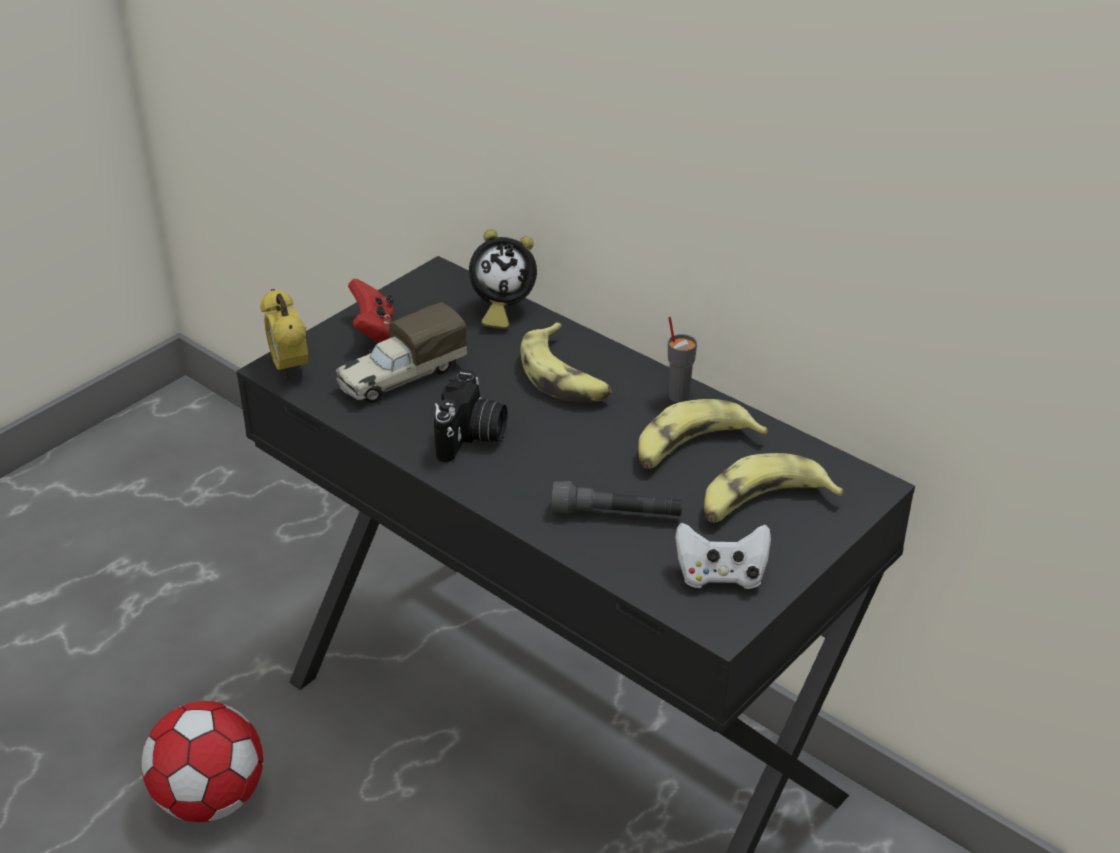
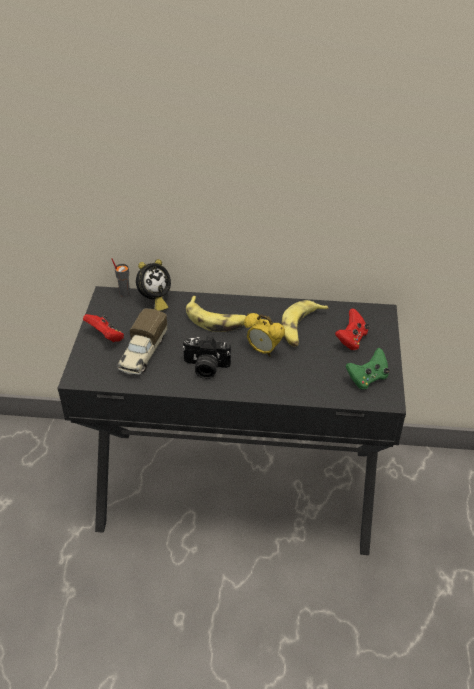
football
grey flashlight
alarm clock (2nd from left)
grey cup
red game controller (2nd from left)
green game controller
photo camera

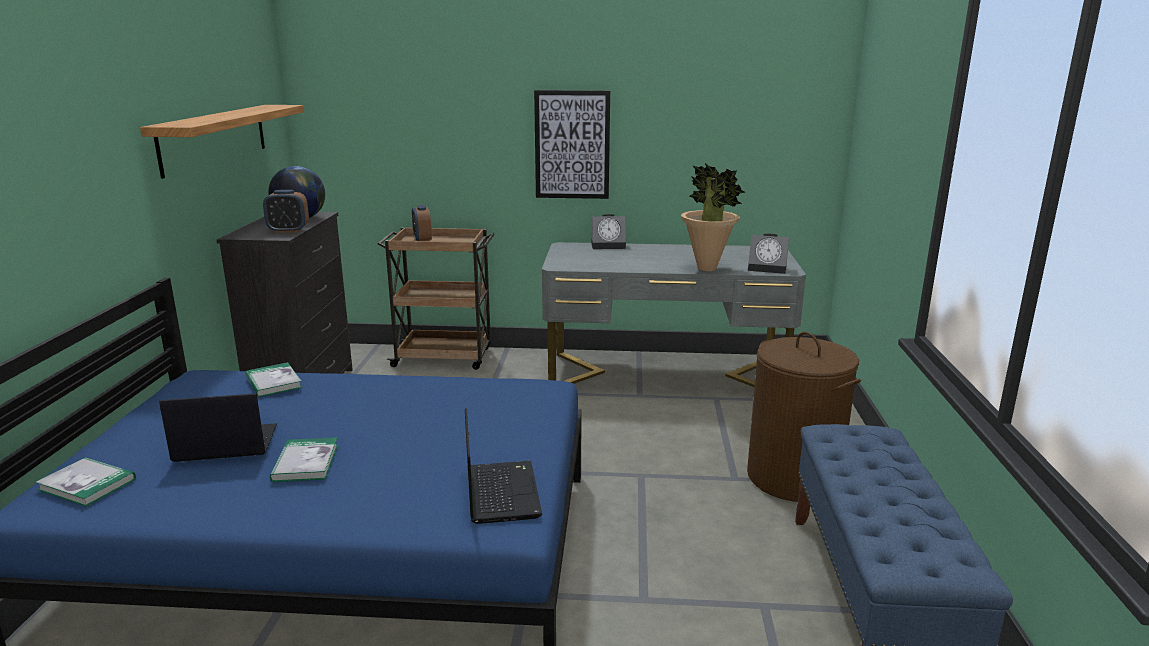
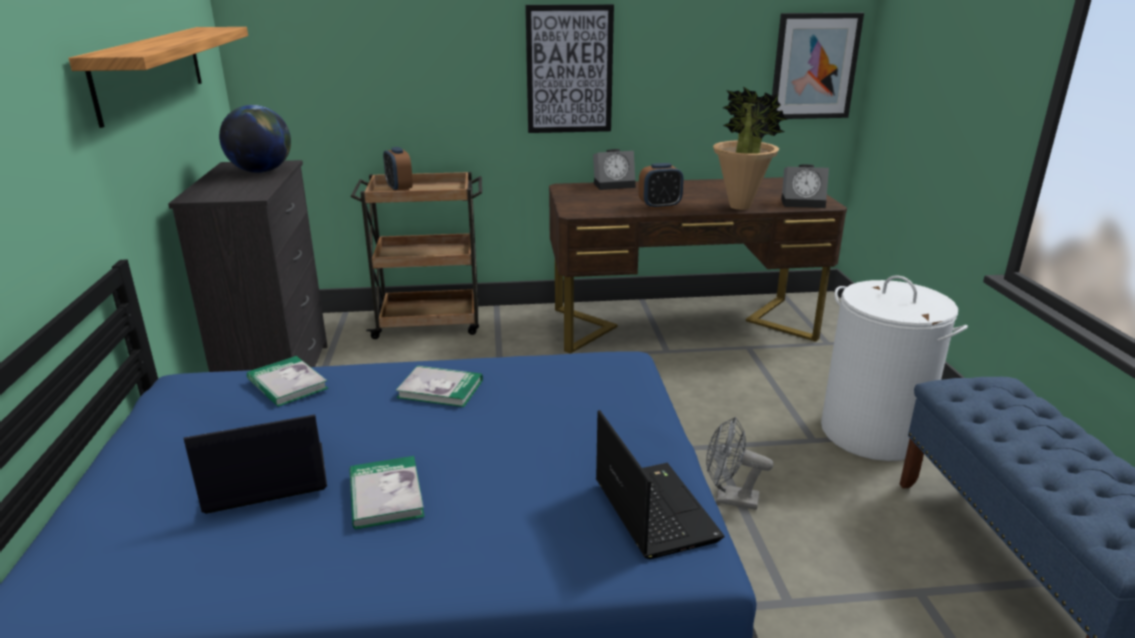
grey fan
picture (2nd from left)
book (3rd from left)
alarm clock (3rd from left)
brown desk
white laundry basket

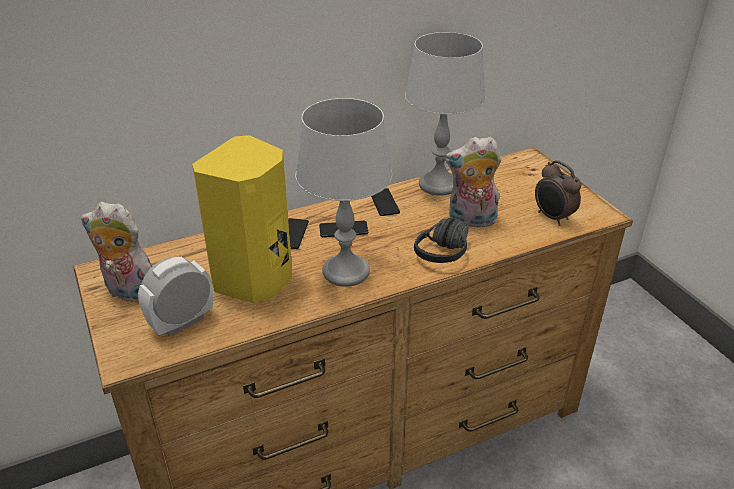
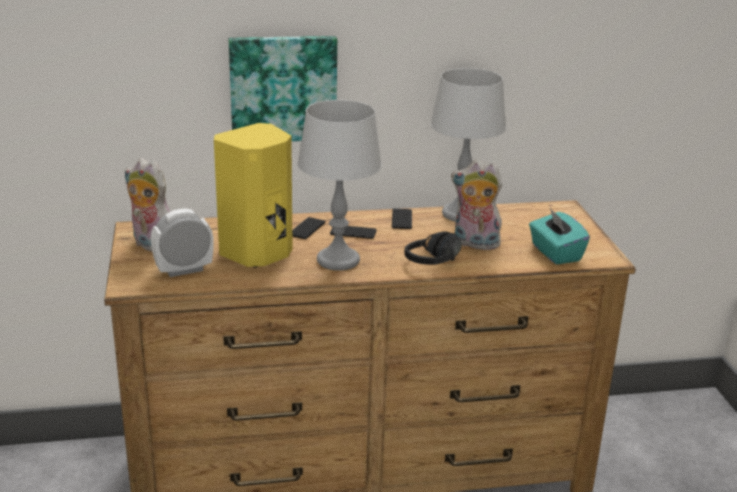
picture
turquoise tissue box

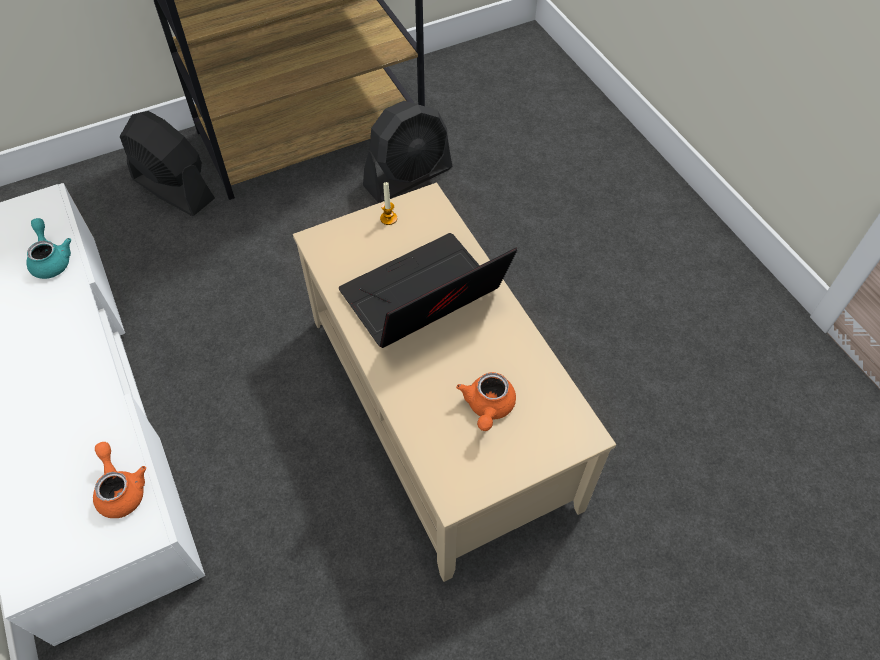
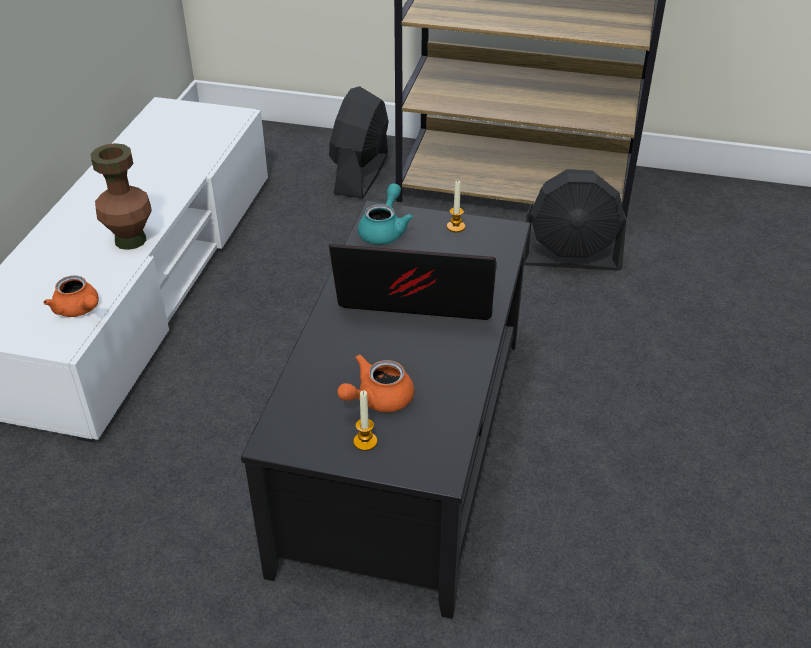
brown vase
candle (1st from left)
turquoise teapot
black coffee table
orange teapot (1st from left)
black fan (1st from left)

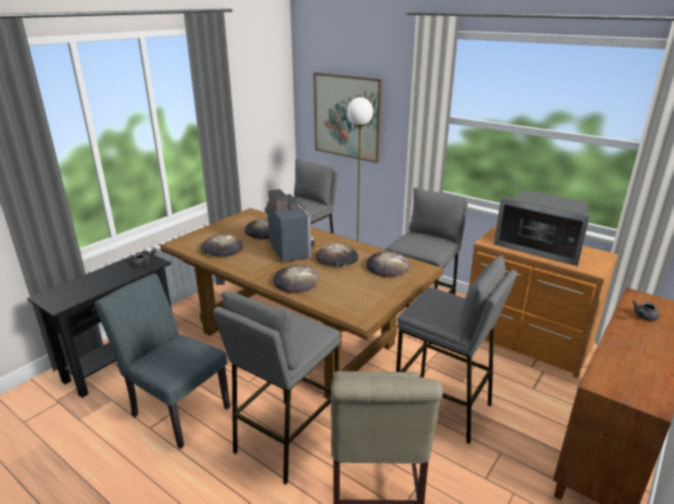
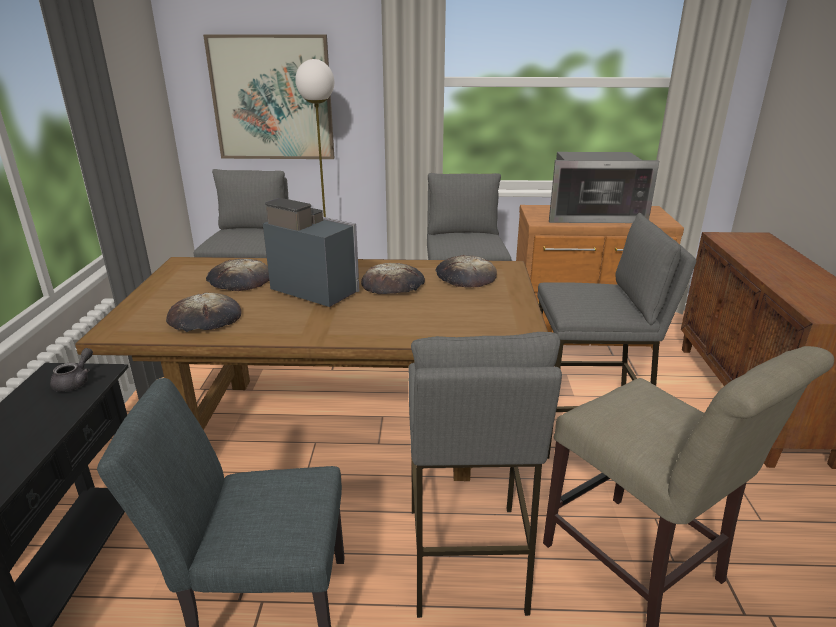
bread (3rd from left in the first image)
grey teapot (2nd from left in the first image)

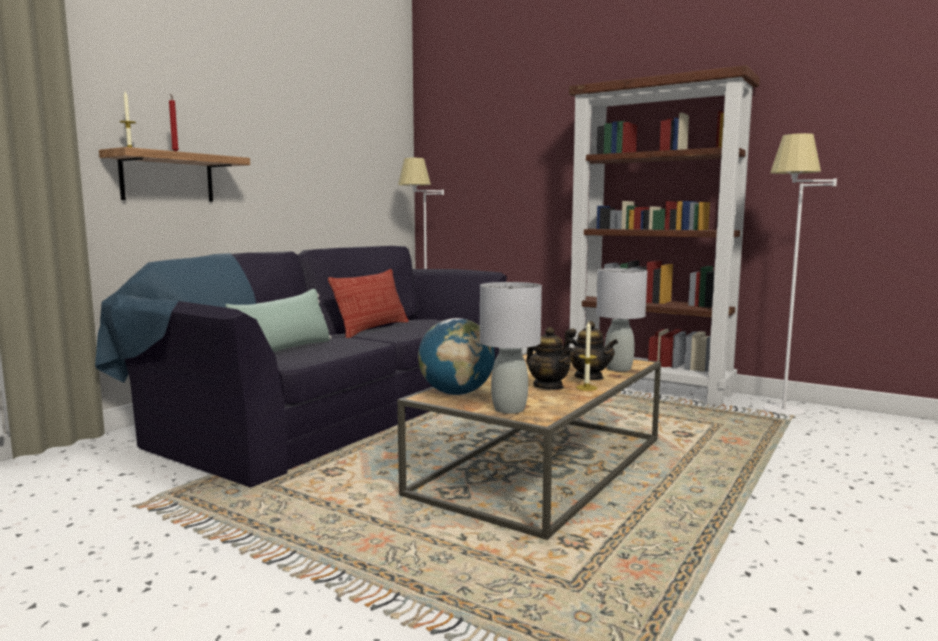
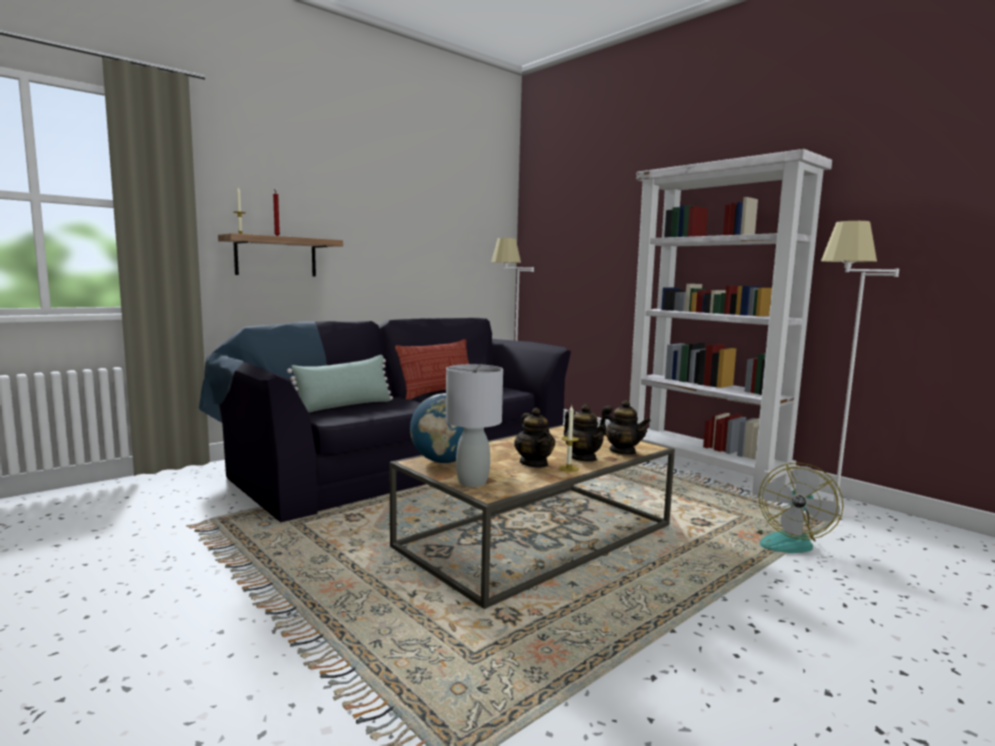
fan
teapot (3rd from left)
white bookcase

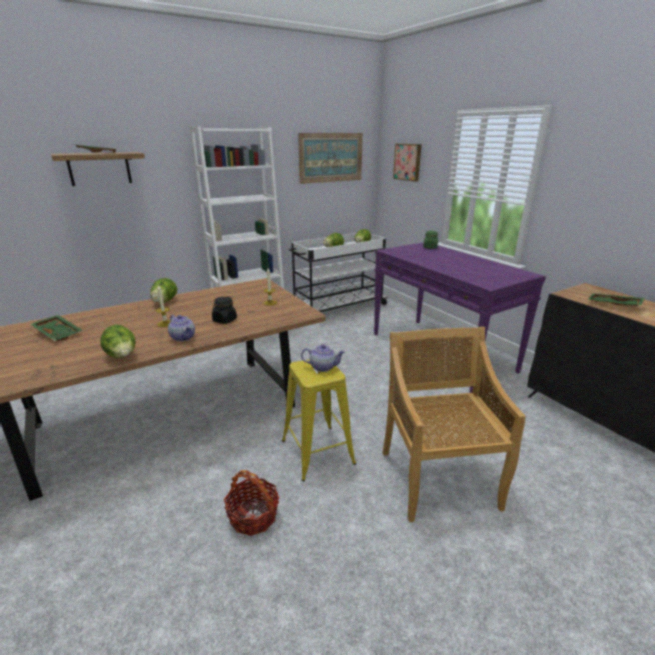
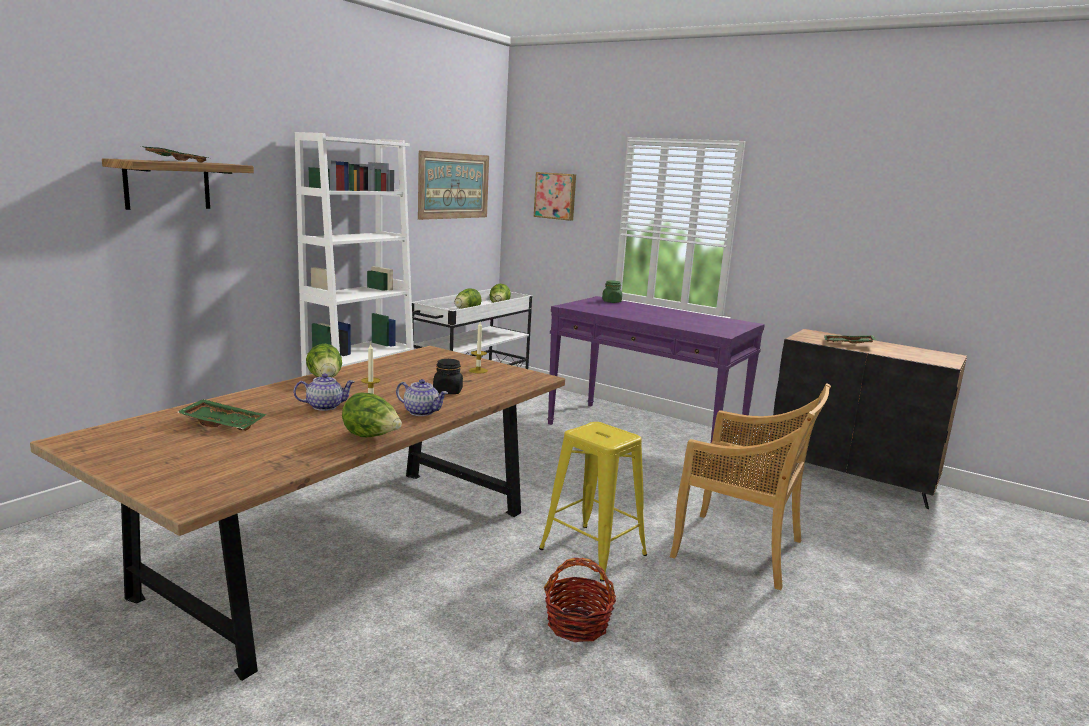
teapot (1st from left)
beige chair

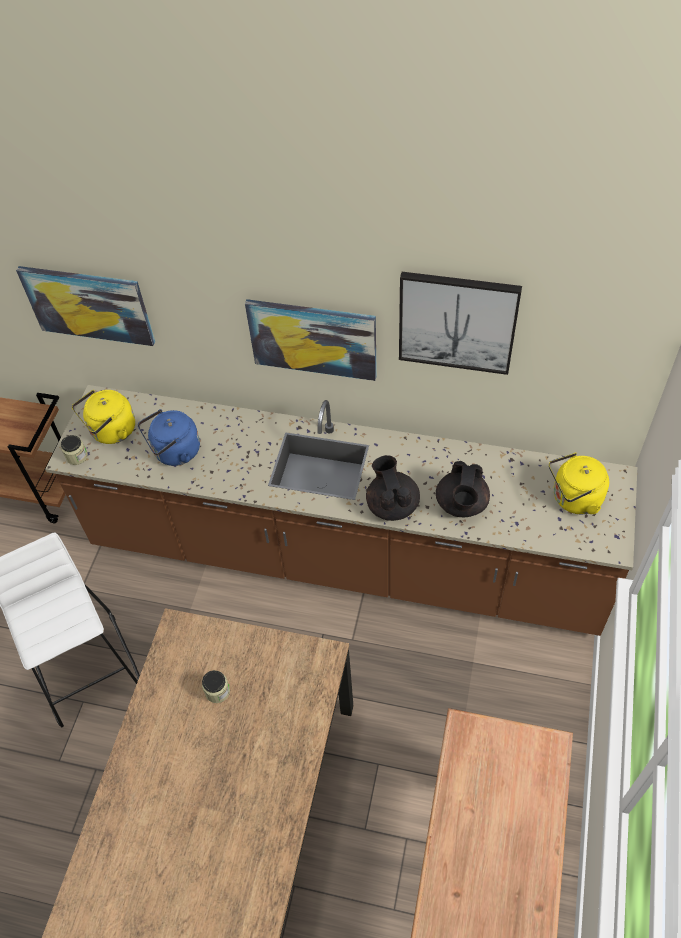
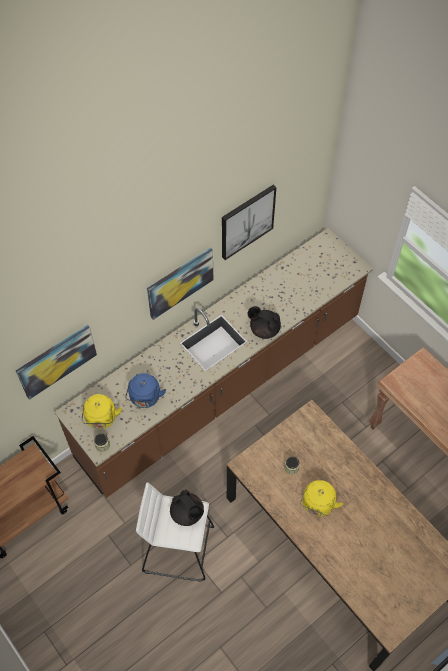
black teapot (1st from left)
yellow kettle (2nd from left)

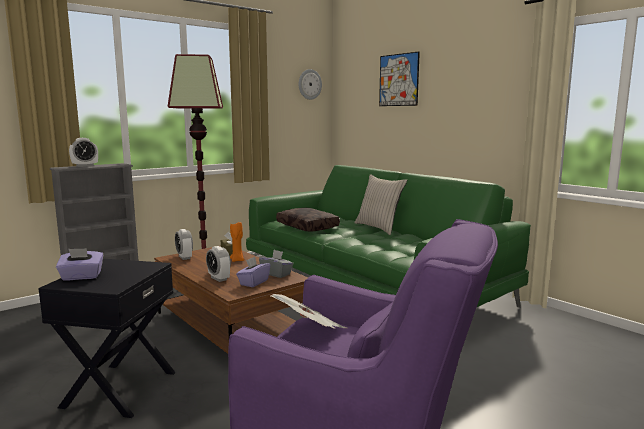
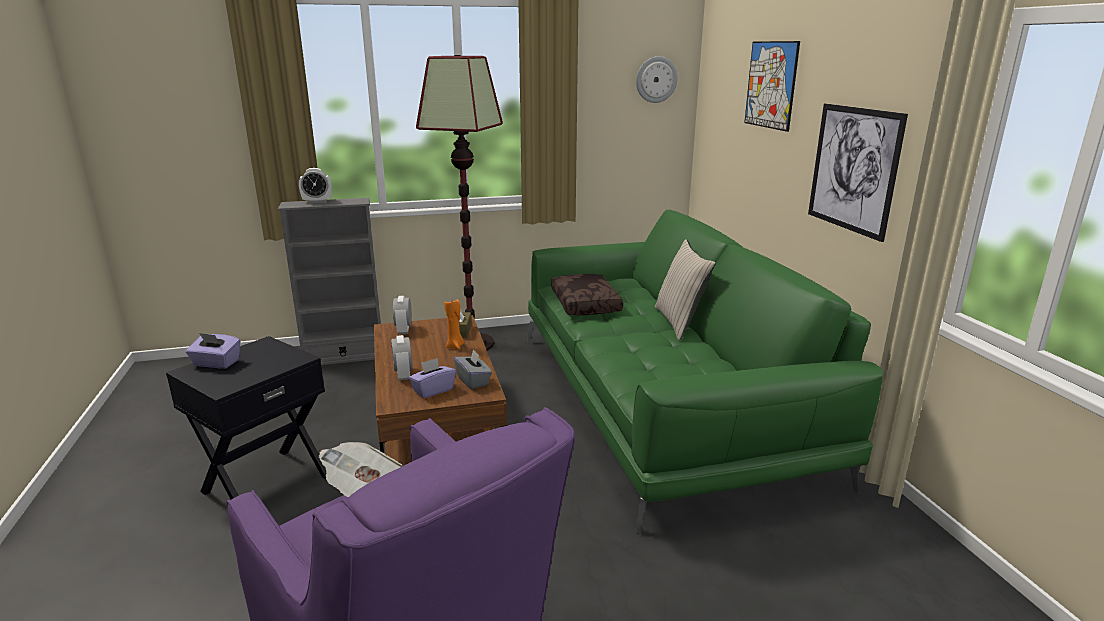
picture (2nd from left)

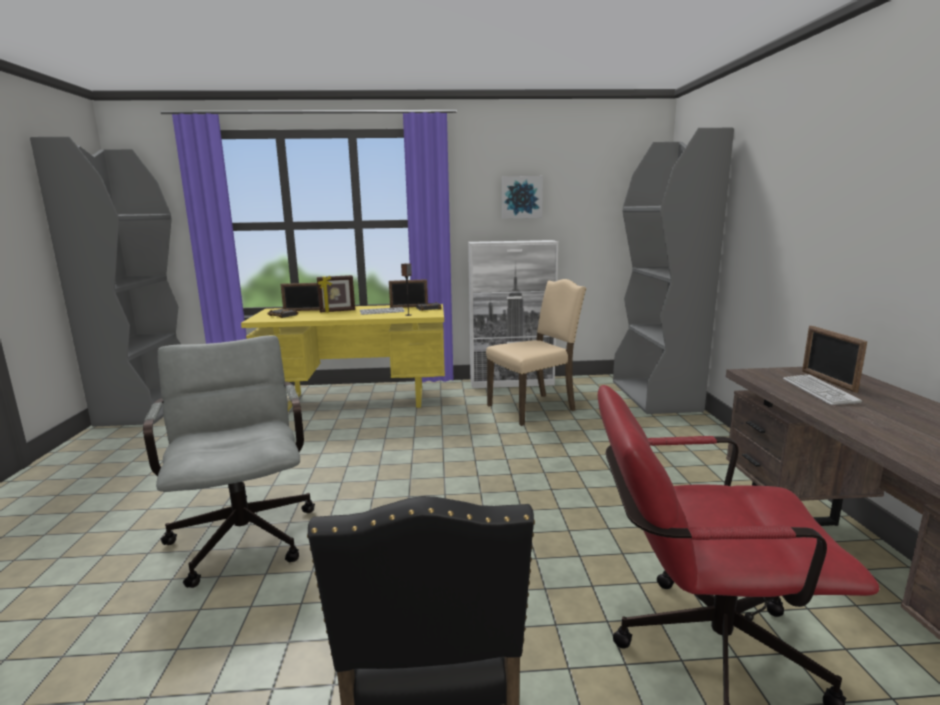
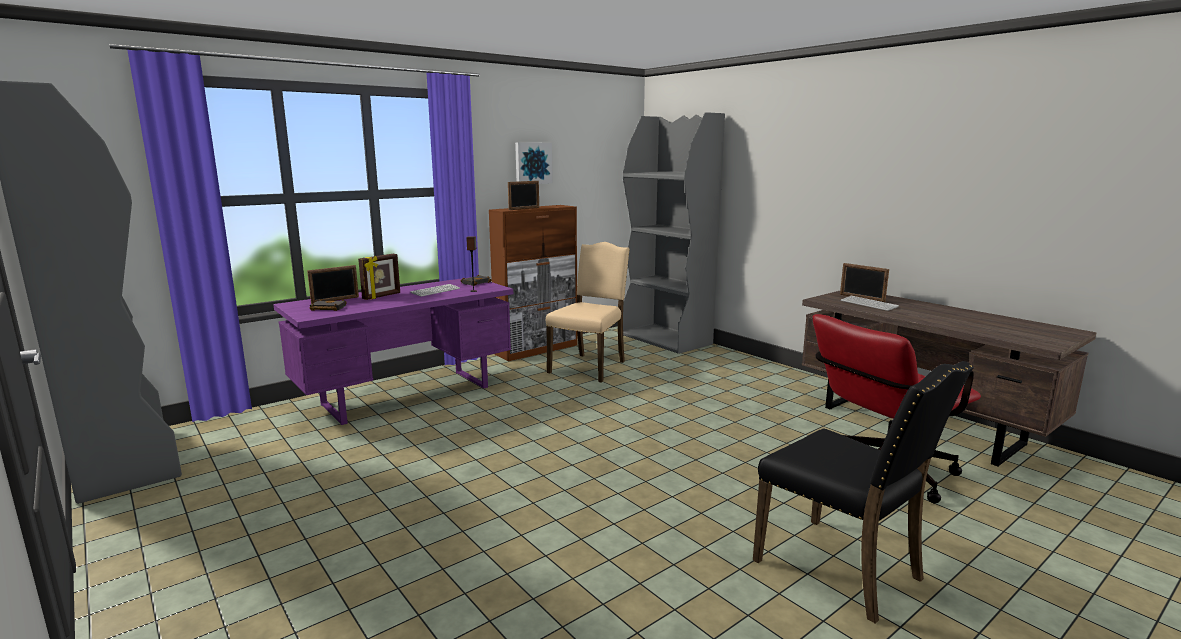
grey office chair
picture frame (3rd from left)
purple desk
brown cabinet

